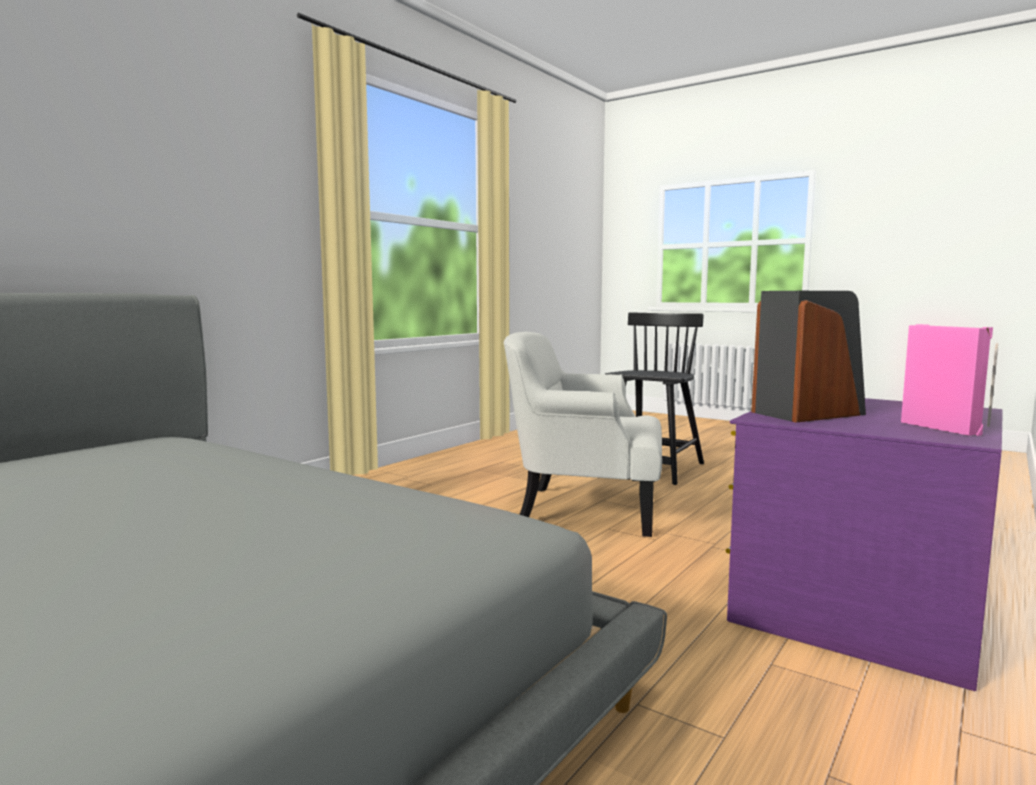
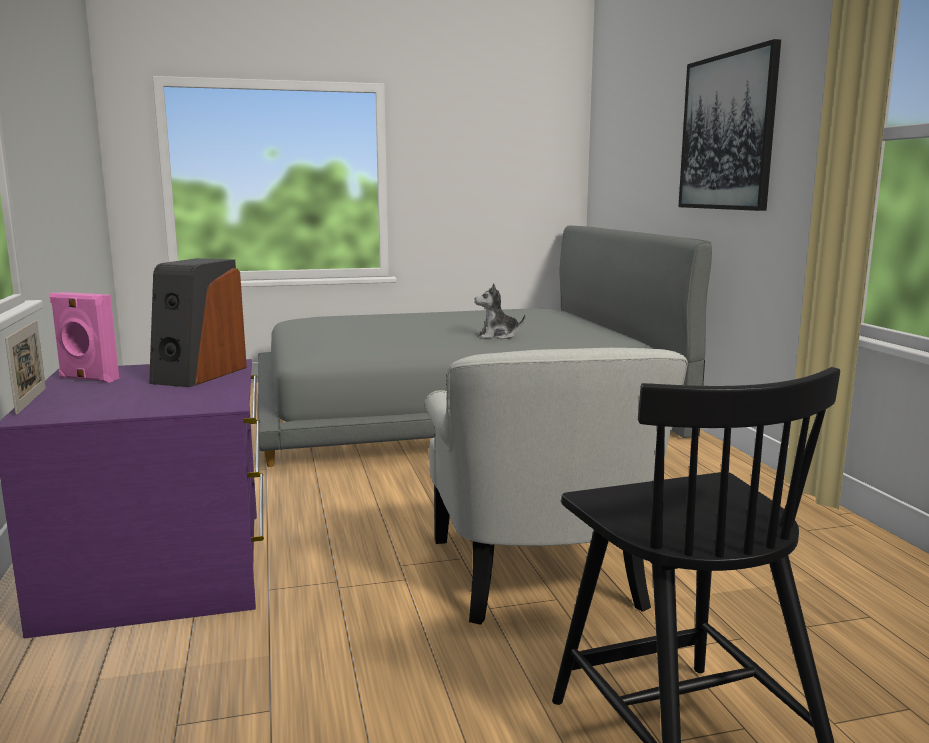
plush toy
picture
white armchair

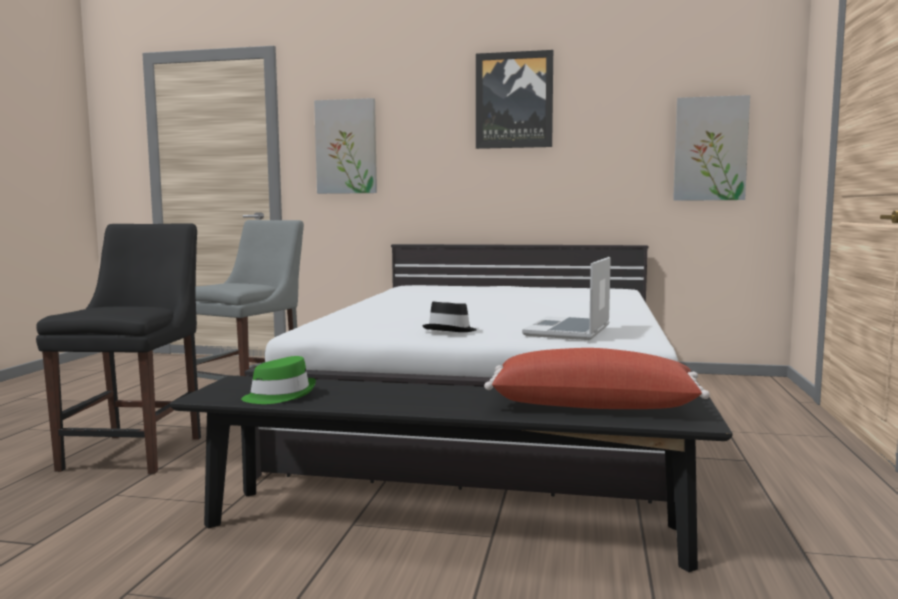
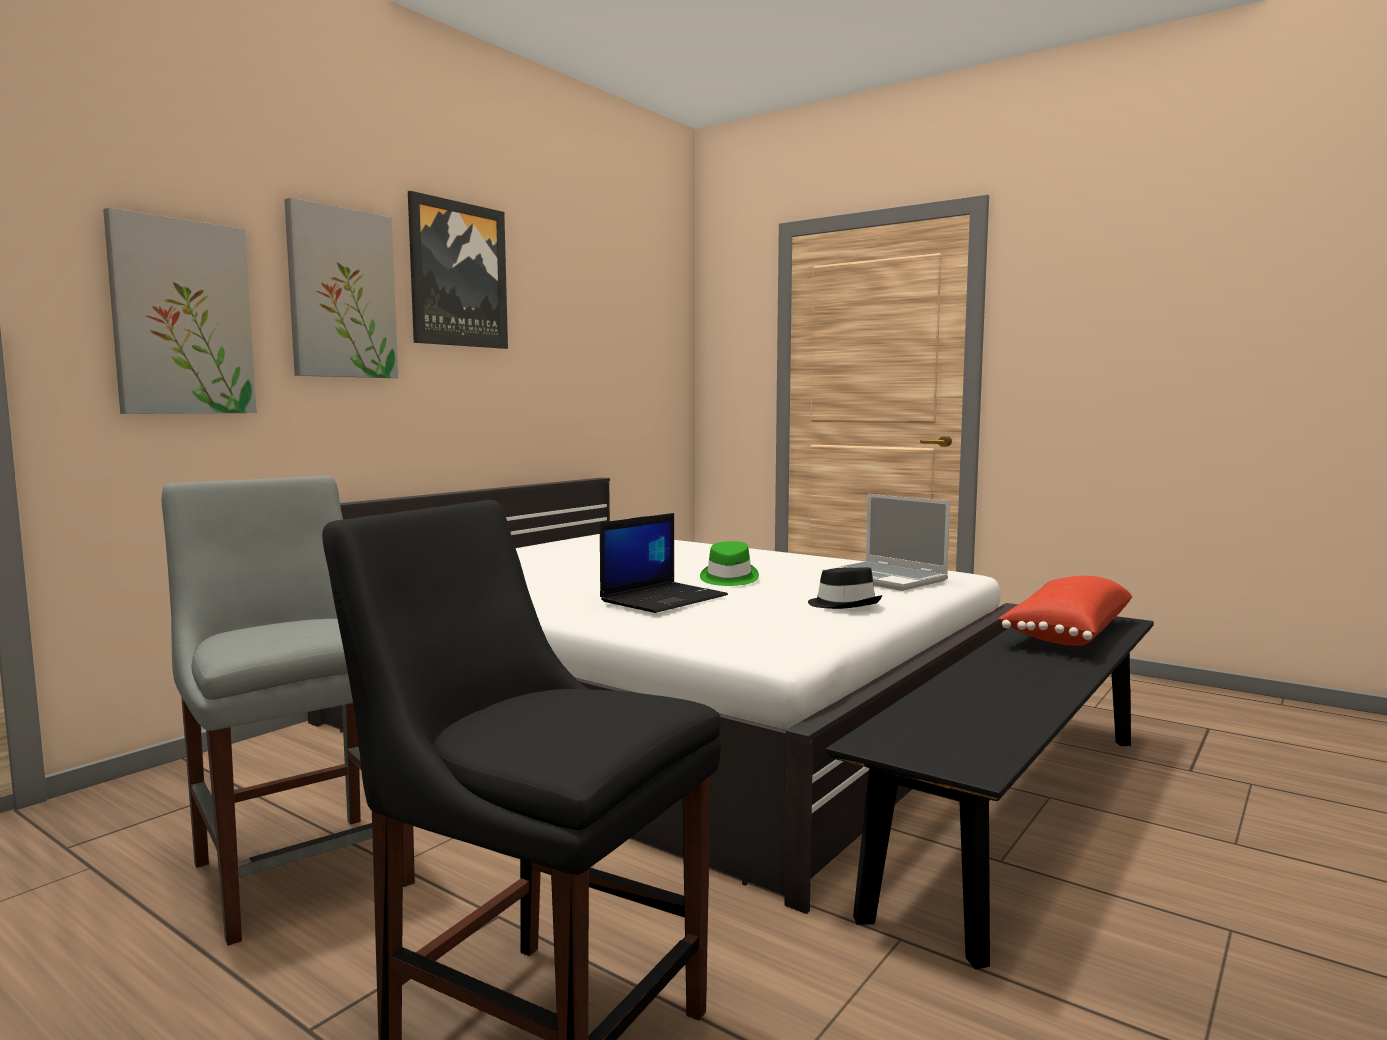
laptop (1st from left)
green hat
picture (2nd from left)

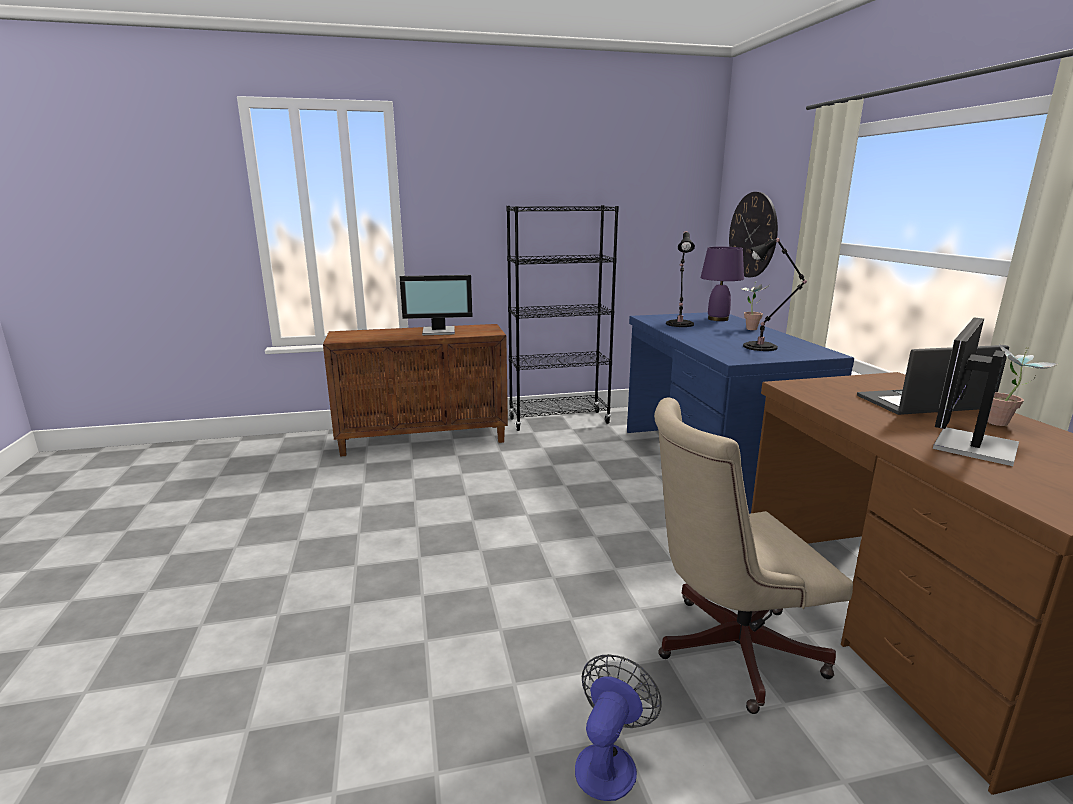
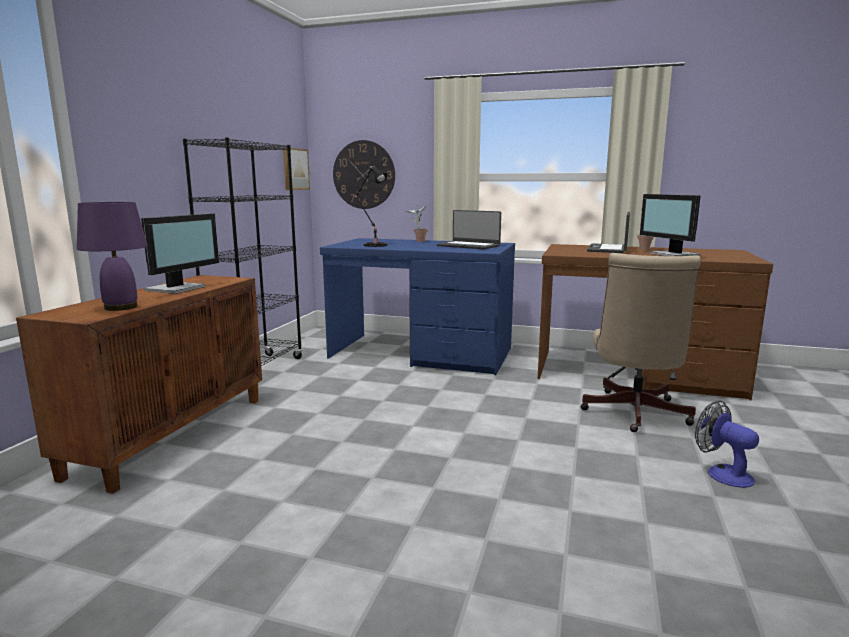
picture
purple table lamp
laptop (1st from left)

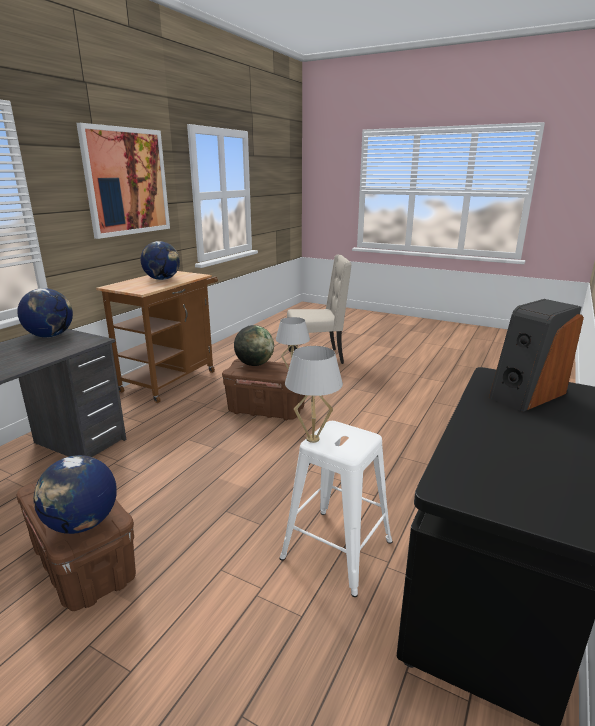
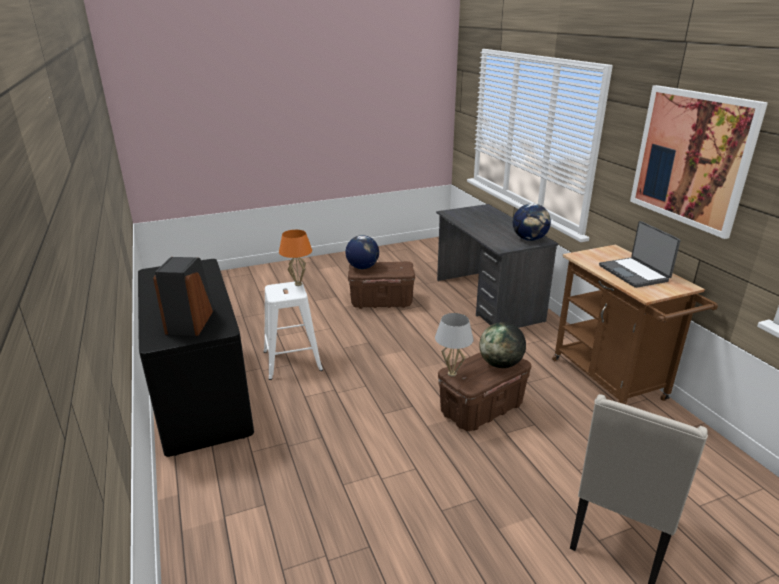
laptop
orange table lamp

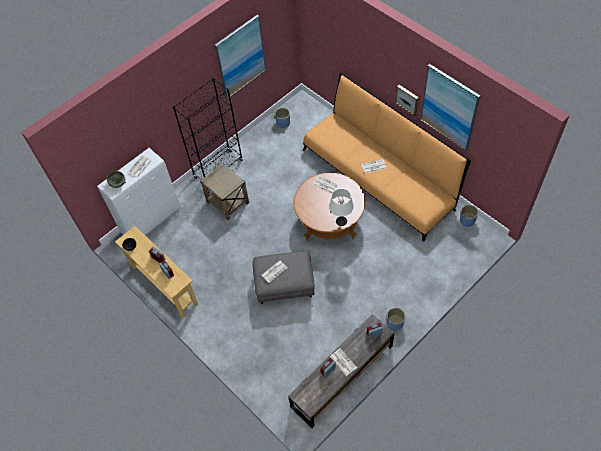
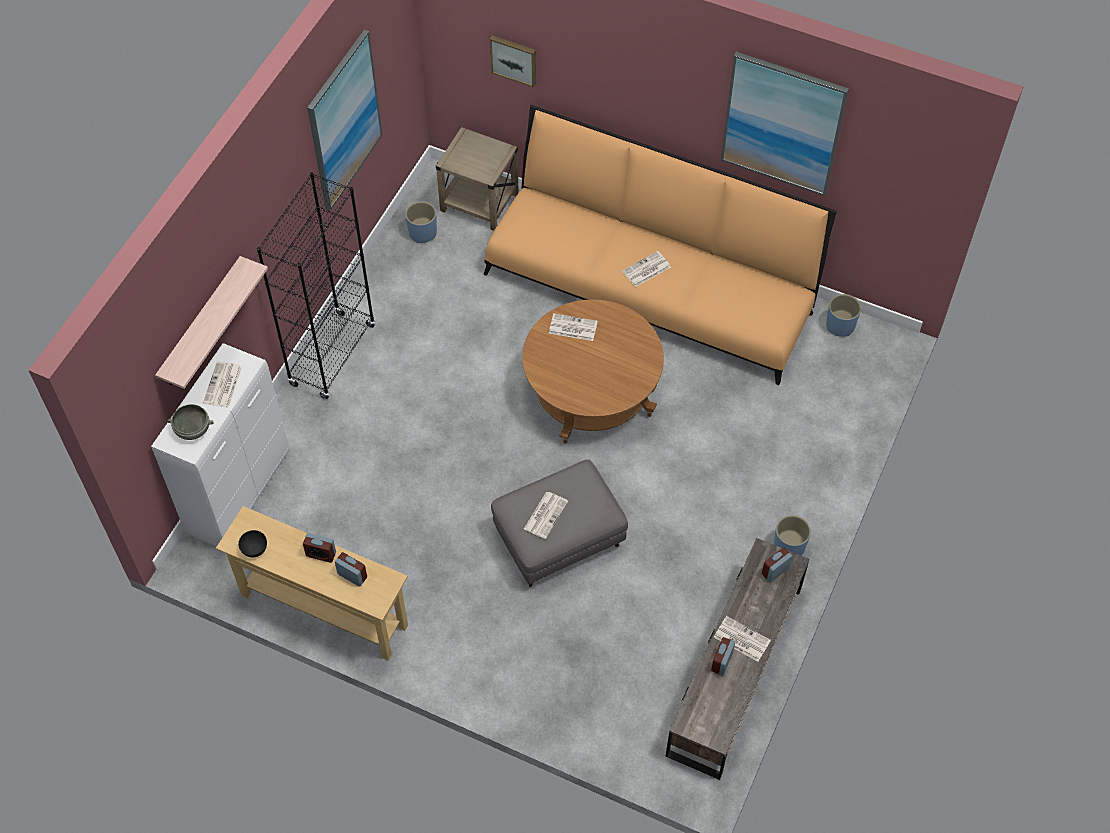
white table lamp
shelf
beige side table
picture (2nd from left)

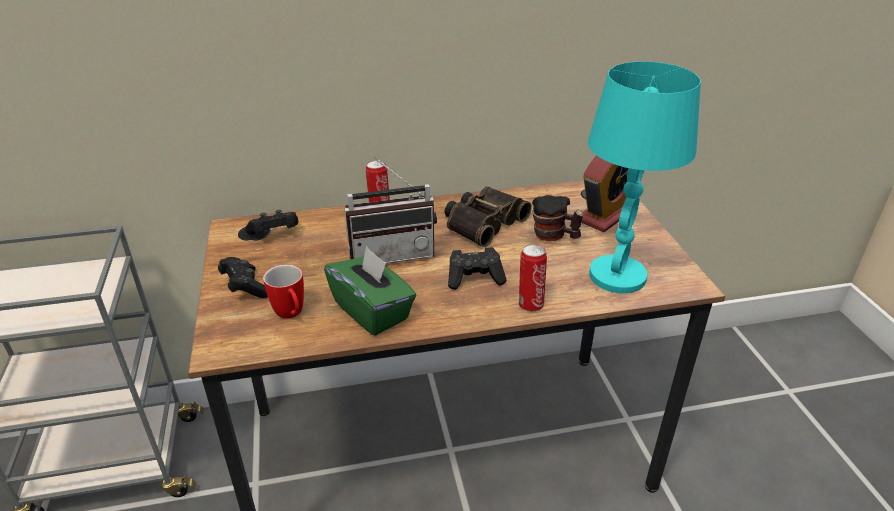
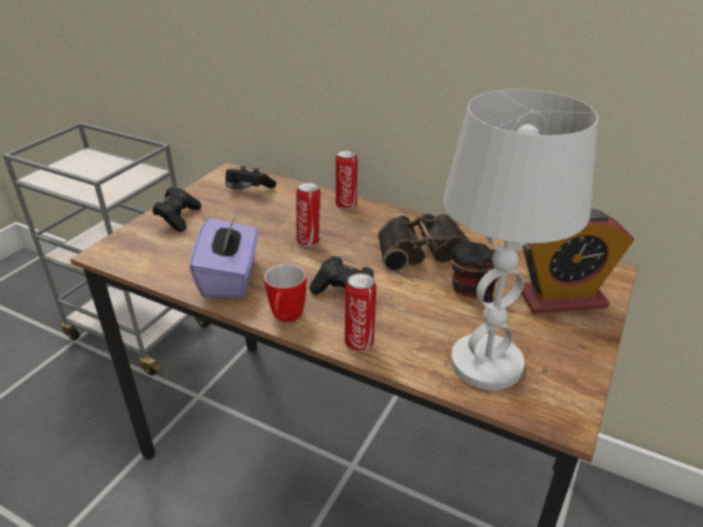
mug (1st from left)
can (1st from left)
purple tissue box
white table lamp

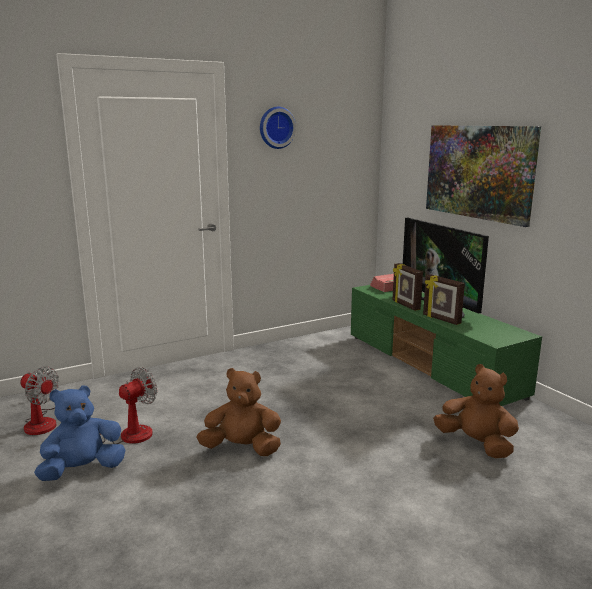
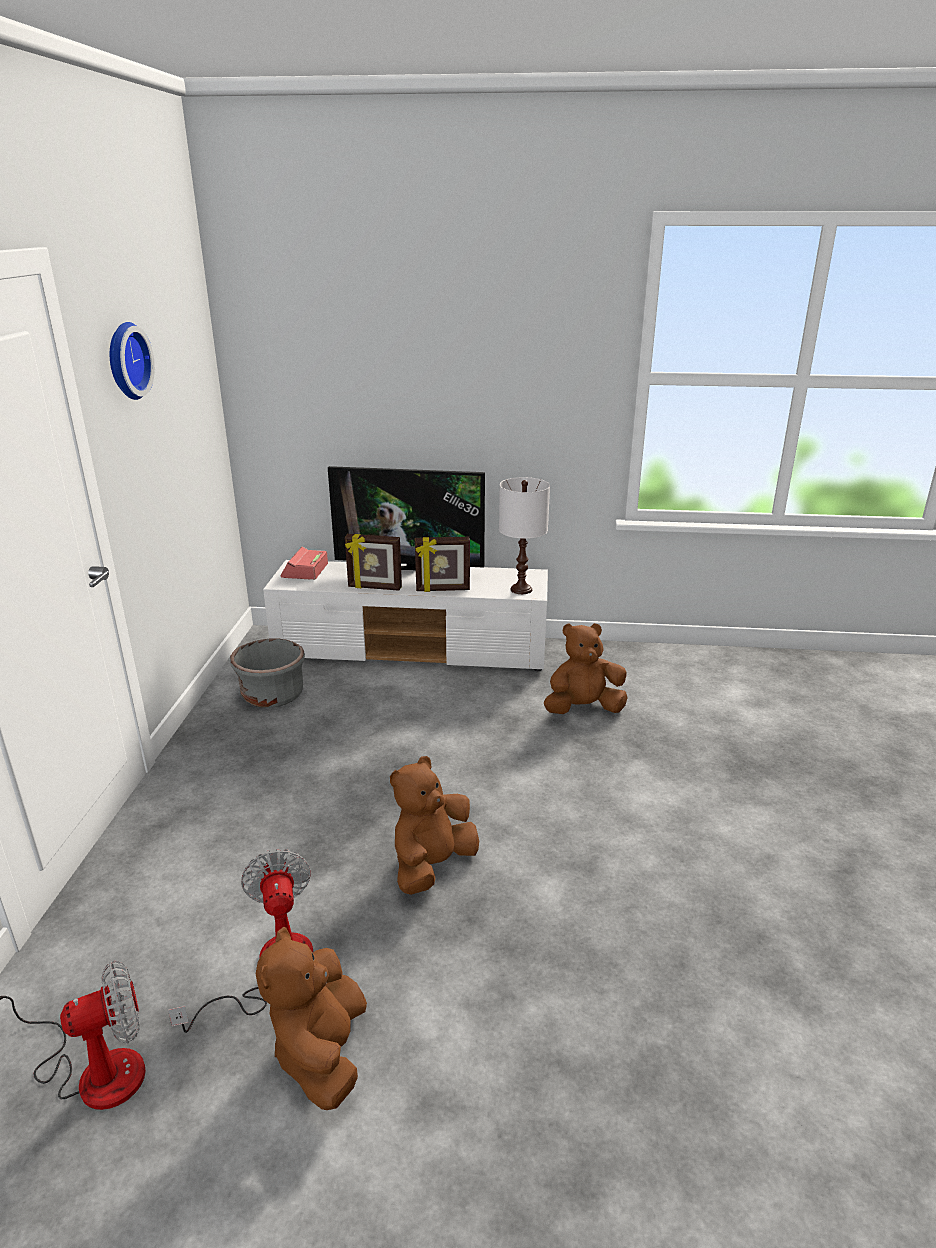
picture
grey planter
white table lamp
brown plush toy (1st from left)
white tv stand

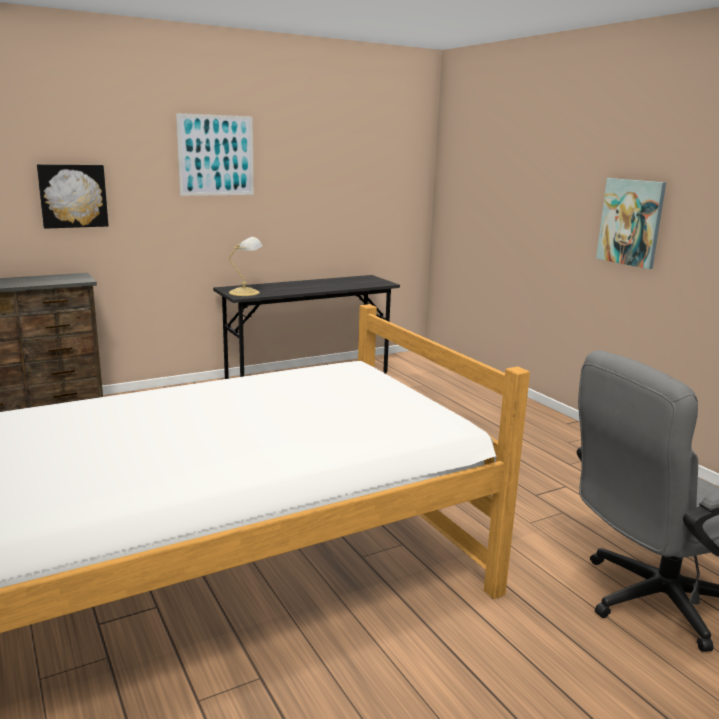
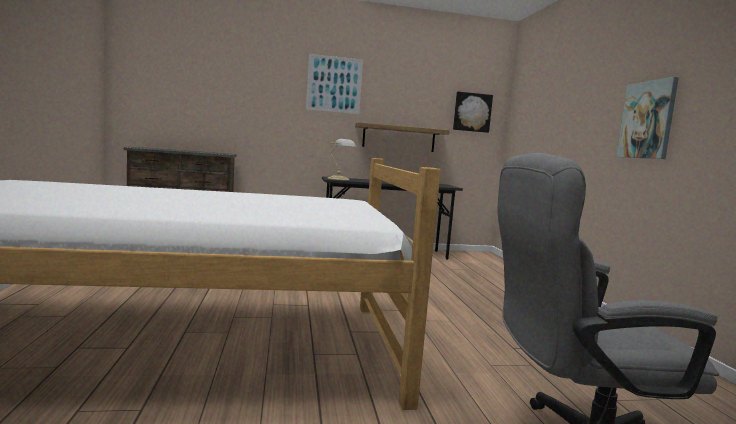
shelf
picture (2nd from left)

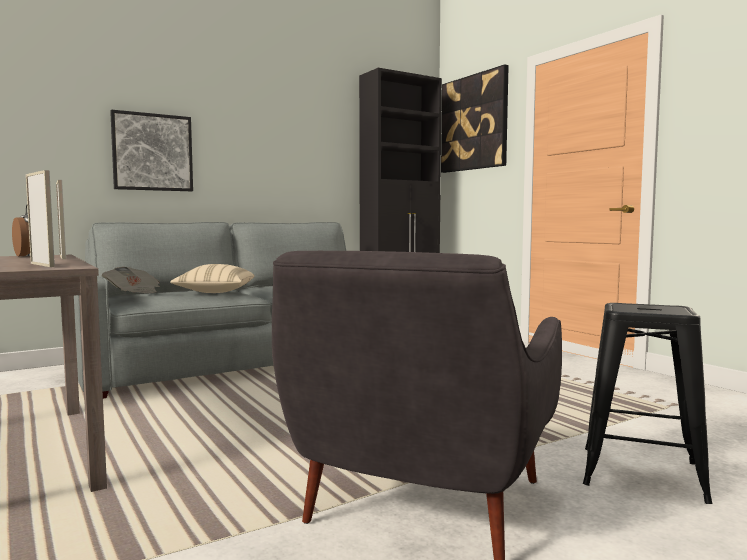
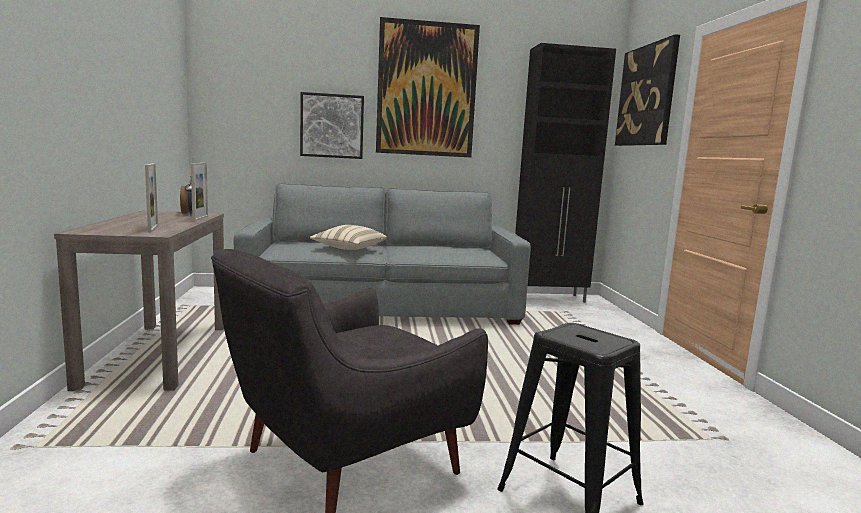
newspaper
picture (2nd from left)

